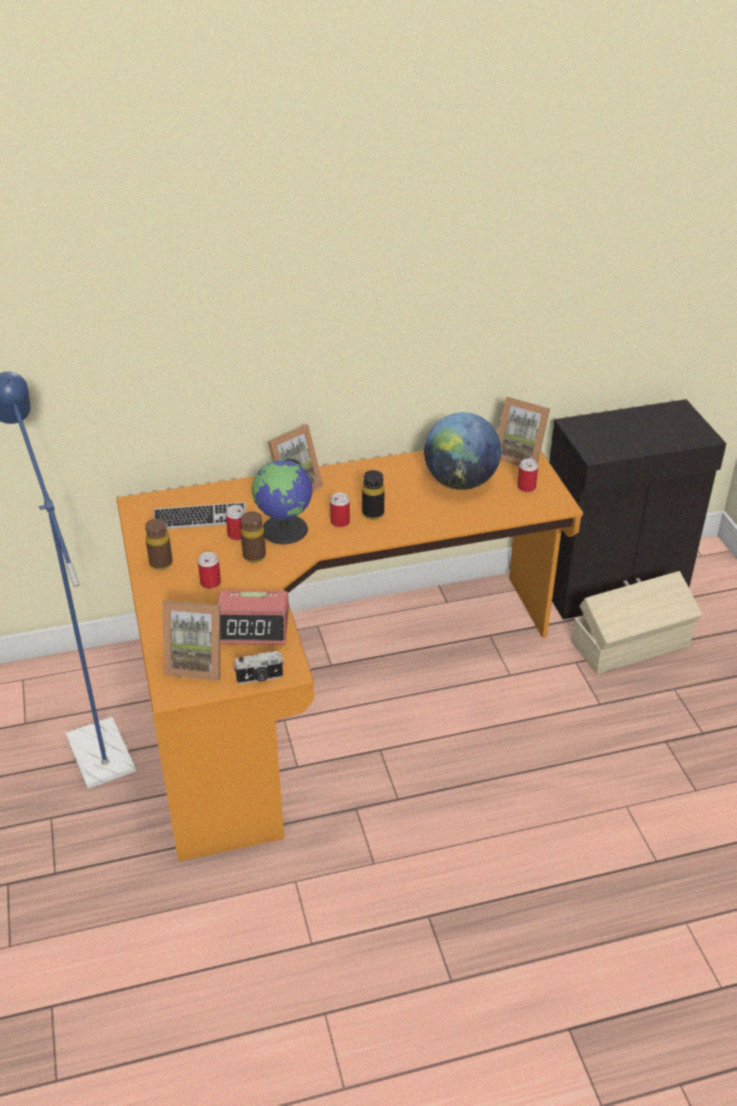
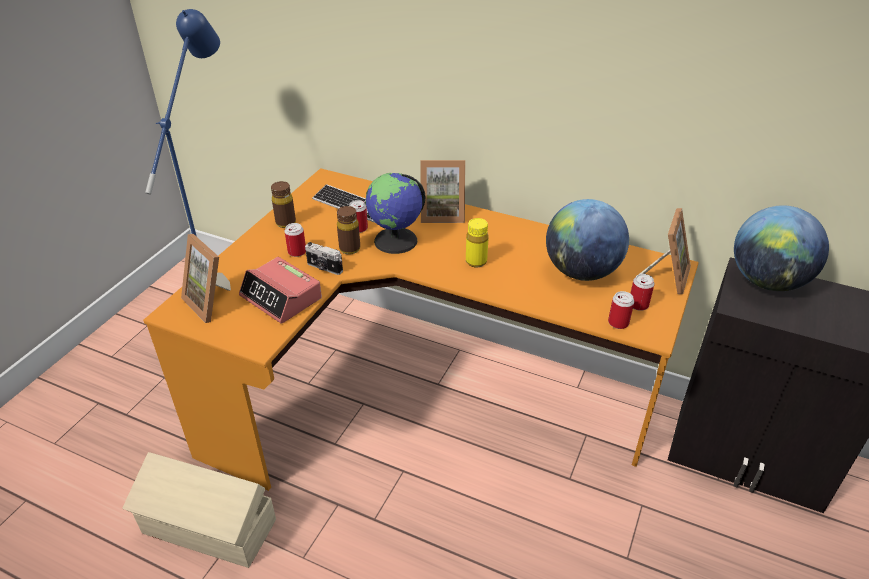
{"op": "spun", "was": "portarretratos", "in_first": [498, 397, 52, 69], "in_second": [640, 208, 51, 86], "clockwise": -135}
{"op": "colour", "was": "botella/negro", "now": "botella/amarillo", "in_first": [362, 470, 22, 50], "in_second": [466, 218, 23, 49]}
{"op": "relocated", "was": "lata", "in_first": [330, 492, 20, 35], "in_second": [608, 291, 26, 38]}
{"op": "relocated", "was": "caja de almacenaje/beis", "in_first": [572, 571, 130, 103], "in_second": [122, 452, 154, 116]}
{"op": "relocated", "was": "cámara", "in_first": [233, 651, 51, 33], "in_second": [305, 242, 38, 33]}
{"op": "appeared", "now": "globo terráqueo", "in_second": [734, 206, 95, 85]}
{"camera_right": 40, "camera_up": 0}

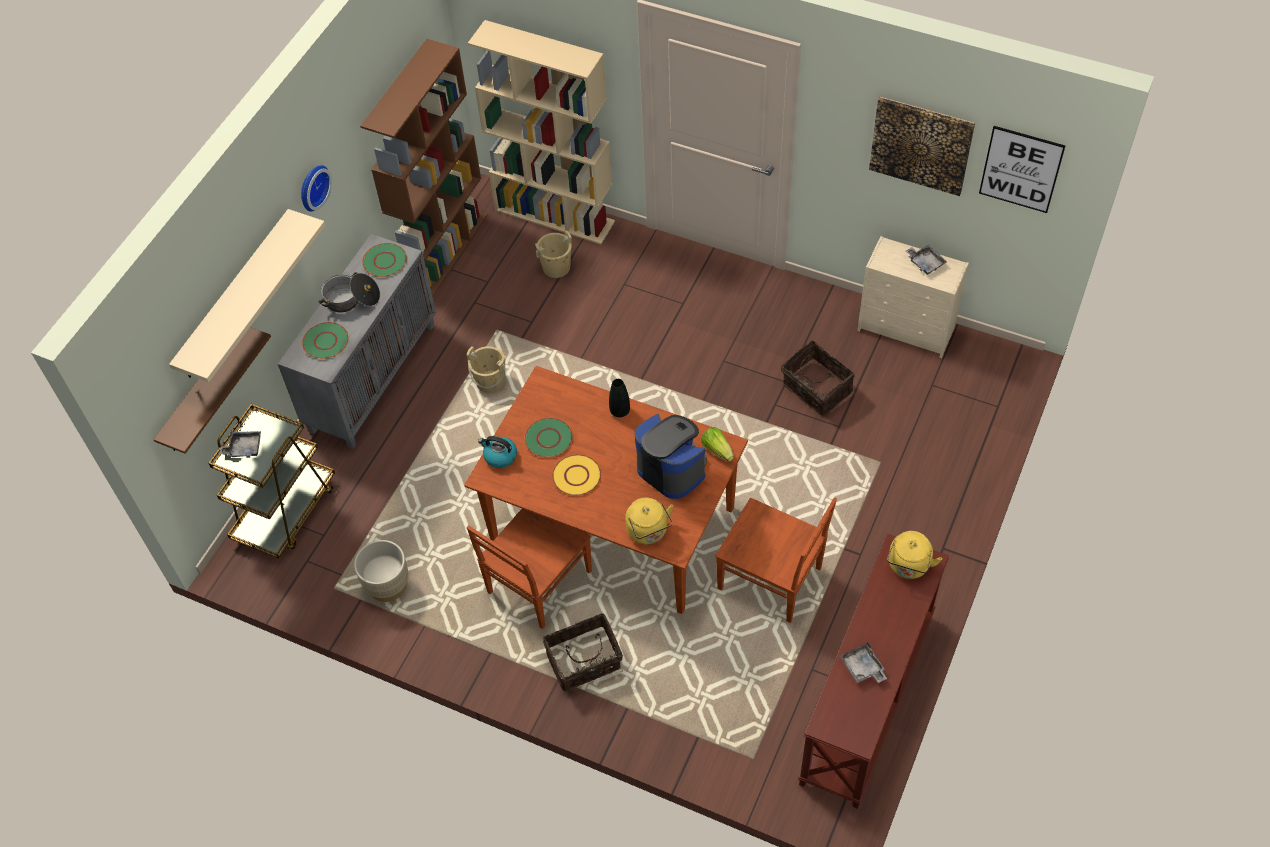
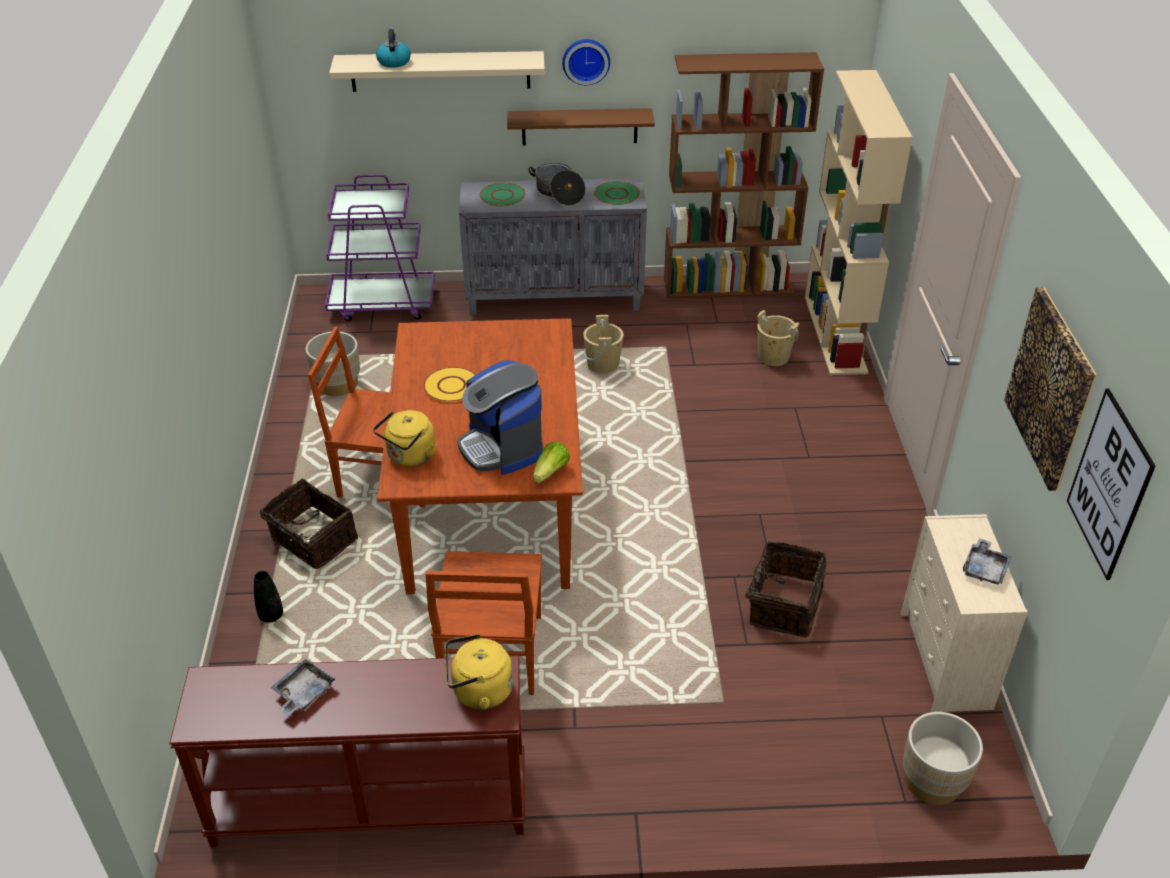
{"op": "relocated", "was": "estante/marrón", "in_first": [153, 327, 118, 127], "in_second": [507, 108, 148, 38]}
{"op": "relocated", "was": "florero/negro", "in_first": [609, 379, 21, 38], "in_second": [254, 571, 29, 52]}
{"op": "colour", "was": "carrito/marrón", "now": "carrito/morado", "in_first": [209, 404, 126, 155], "in_second": [325, 175, 110, 147]}
{"op": "spun", "was": "cafetera", "in_first": [635, 414, 72, 85], "in_second": [457, 360, 86, 115], "clockwise": 135}
{"op": "missing", "was": "plato/verde", "in_first": [524, 418, 49, 40]}
{"op": "missing", "was": "bandeja/gris", "in_first": [219, 431, 42, 27]}
{"op": "relocated", "was": "hervidor", "in_first": [478, 436, 39, 32], "in_second": [376, 29, 35, 39]}
{"op": "appeared", "now": "maceta/beis", "in_second": [903, 712, 80, 93]}
{"camera_right": 60, "camera_up": -15}

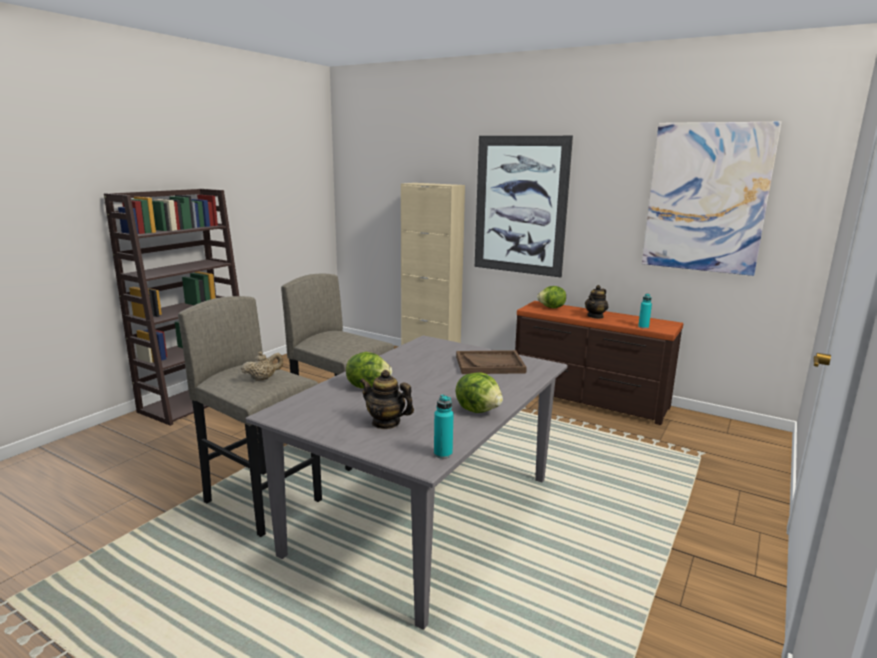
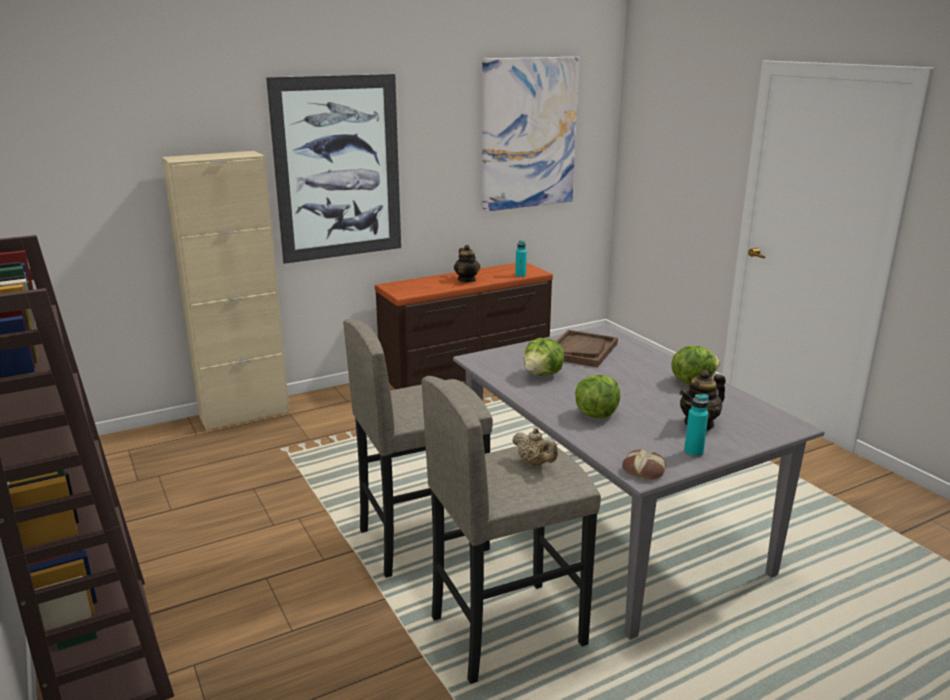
{"op": "relocated", "was": "lechuga", "in_first": [537, 286, 29, 22], "in_second": [524, 338, 40, 38]}
{"op": "spun", "was": "tetera/beis", "in_first": [241, 351, 42, 30], "in_second": [512, 427, 46, 39], "clockwise": 135}
{"op": "relocated", "was": "botella/turquesa", "in_first": [434, 395, 20, 64], "in_second": [684, 394, 25, 63]}
{"op": "appeared", "now": "pan", "in_second": [622, 450, 44, 30]}
{"camera_right": -60, "camera_up": 5}

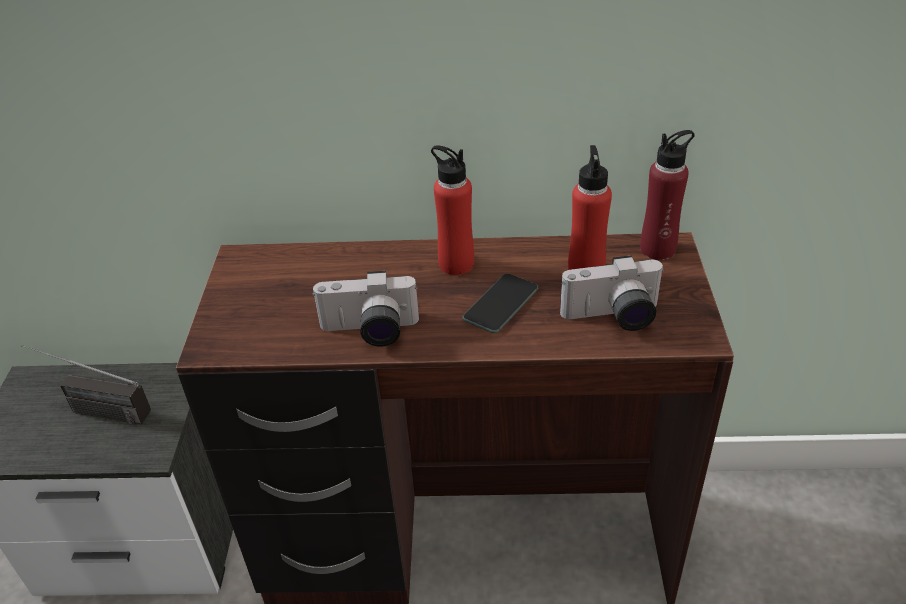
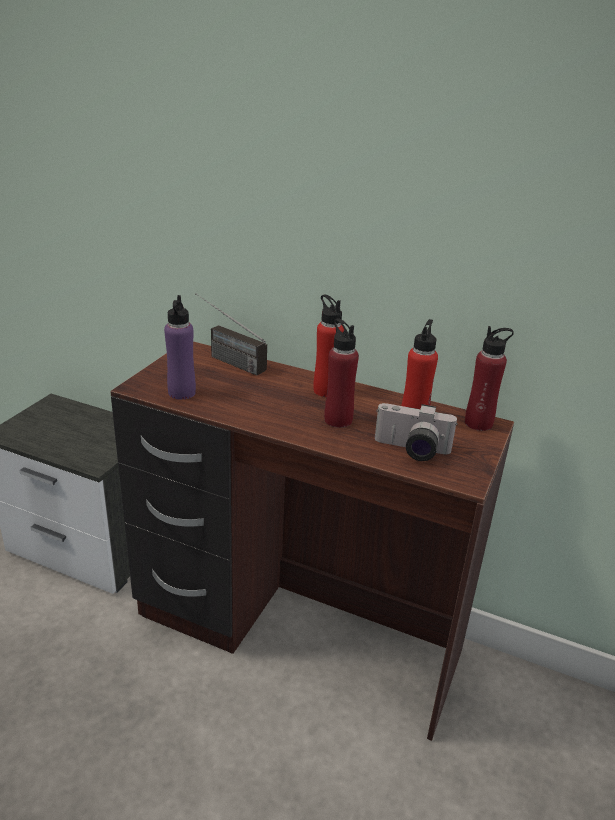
{"op": "missing", "was": "cámara", "in_first": [312, 271, 107, 75]}
{"op": "exchanged", "was": "móvil", "now": "botella/rojo", "in_first": [462, 274, 76, 59], "in_second": [324, 318, 35, 110]}
{"op": "relocated", "was": "radio", "in_first": [21, 345, 130, 80], "in_second": [195, 293, 72, 83]}
{"op": "appeared", "now": "botella/morado", "in_second": [164, 295, 32, 105]}
{"camera_right": 20, "camera_up": -10}

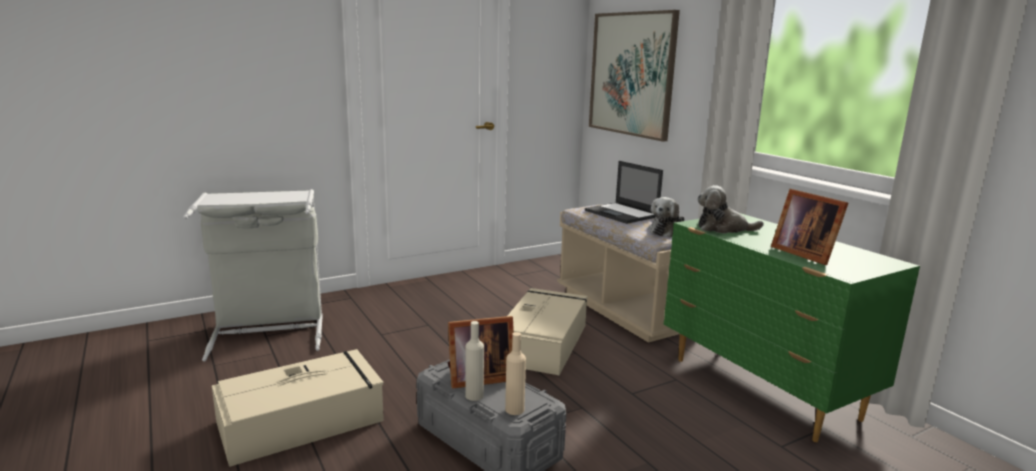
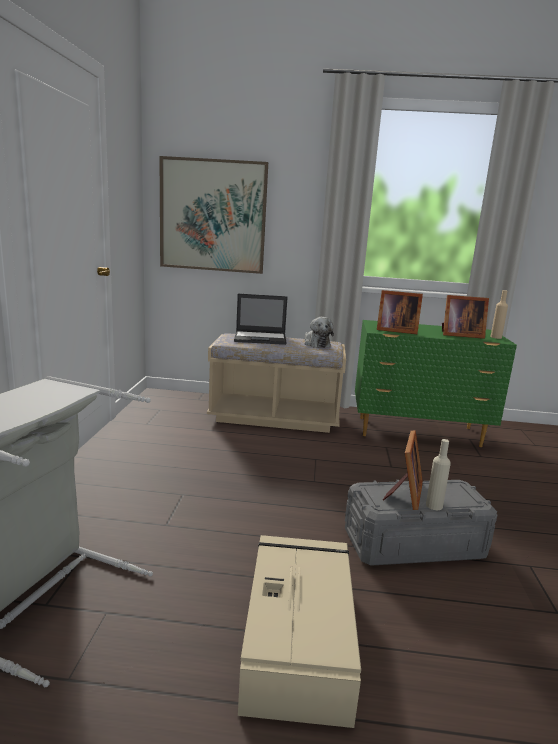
{"op": "exchanged", "was": "peluche", "now": "portarretratos", "in_first": [697, 185, 67, 49], "in_second": [377, 290, 46, 44]}
{"op": "missing", "was": "caja de almacenaje/beis", "in_first": [507, 288, 81, 87]}
{"op": "relocated", "was": "botella/beis", "in_first": [505, 332, 21, 83], "in_second": [490, 290, 18, 49]}
{"camera_right": -55, "camera_up": 0}

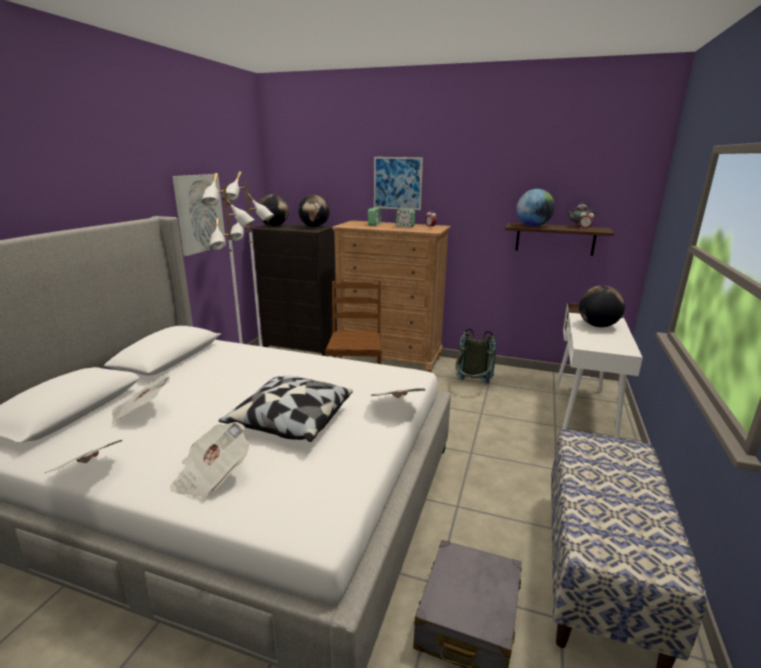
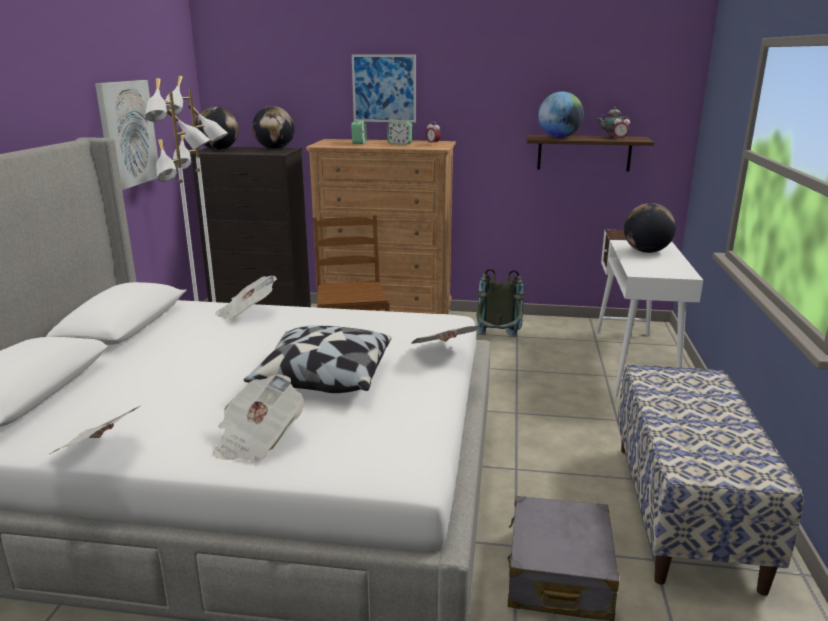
{"op": "relocated", "was": "periódico", "in_first": [112, 375, 58, 48], "in_second": [215, 276, 62, 44]}
{"camera_right": -10, "camera_up": 0}

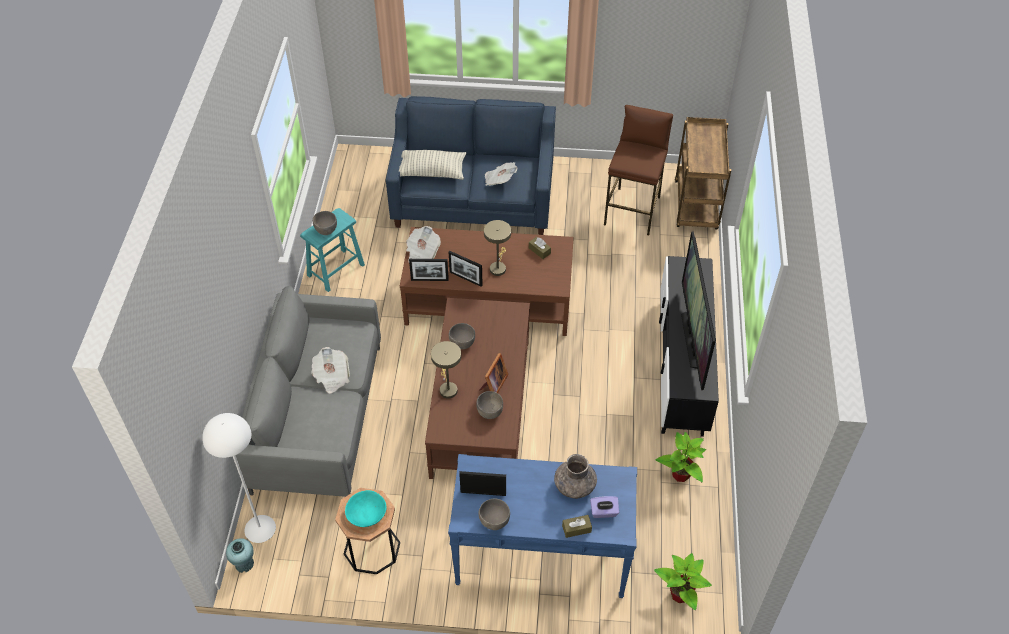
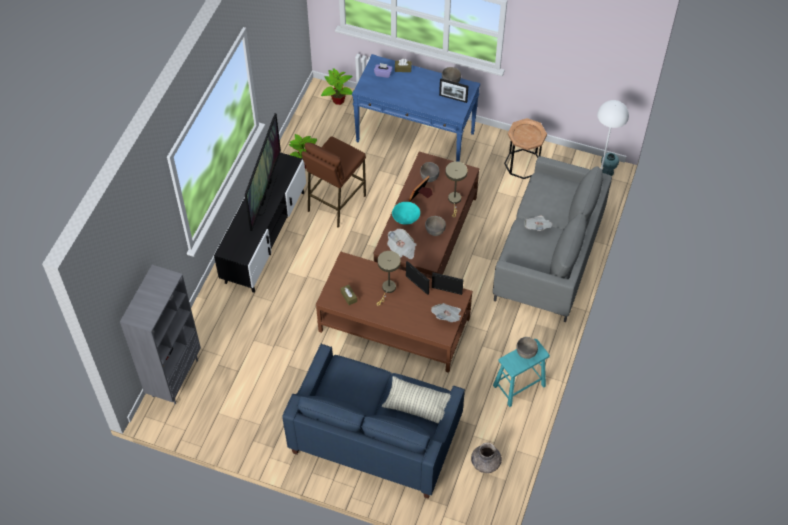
{"op": "relocated", "was": "taburete/marrón", "in_first": [604, 105, 69, 130], "in_second": [301, 136, 65, 92]}
{"op": "exchanged", "was": "carrito/marrón", "now": "estantería/gris", "in_first": [675, 117, 56, 112], "in_second": [120, 265, 81, 139]}
{"op": "relocated", "was": "periódico", "in_first": [485, 162, 32, 24], "in_second": [387, 229, 29, 30]}
{"op": "relocated", "was": "florero/gris", "in_first": [554, 454, 43, 45], "in_second": [471, 443, 31, 30]}
{"op": "relocated", "was": "cuenco/turquesa", "in_first": [345, 490, 41, 37], "in_second": [392, 202, 28, 23]}
{"camera_right": -165, "camera_up": 5}

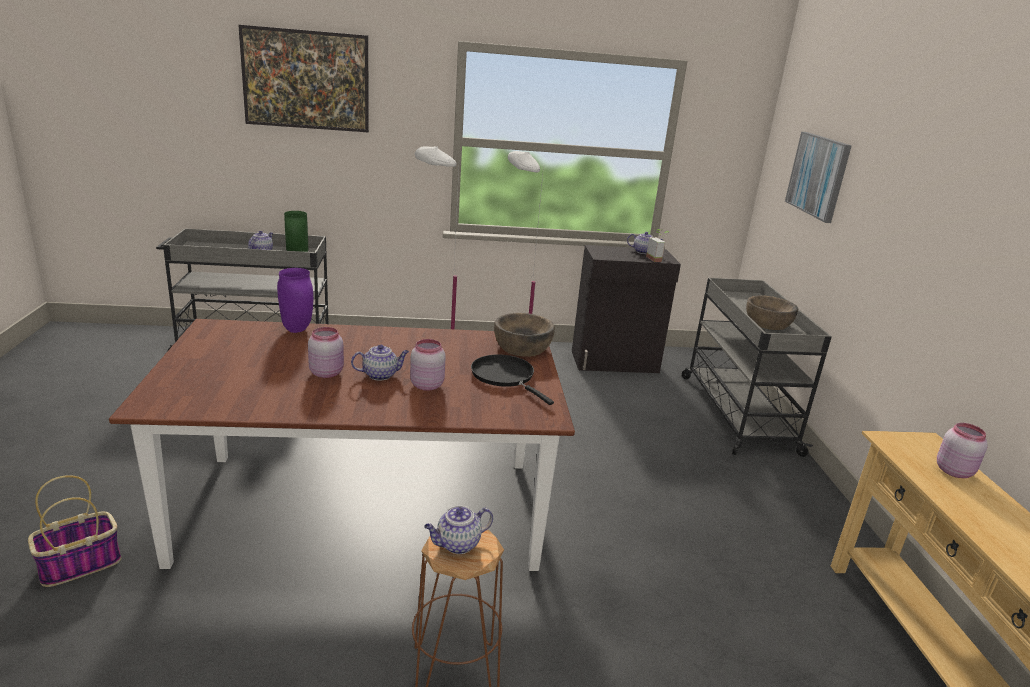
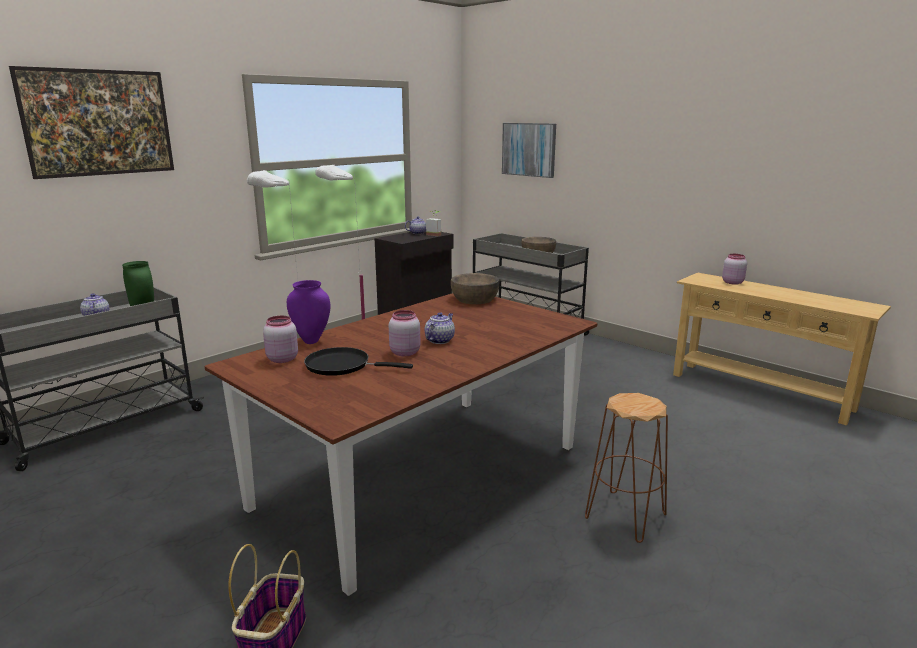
{"op": "relocated", "was": "tarro/rosa", "in_first": [410, 339, 36, 52], "in_second": [263, 316, 35, 47]}
{"op": "relocated", "was": "sartén/negro", "in_first": [471, 354, 83, 51], "in_second": [304, 347, 109, 29]}
{"op": "missing", "was": "tetera", "in_first": [424, 506, 69, 48]}
{"camera_right": -40, "camera_up": -5}

